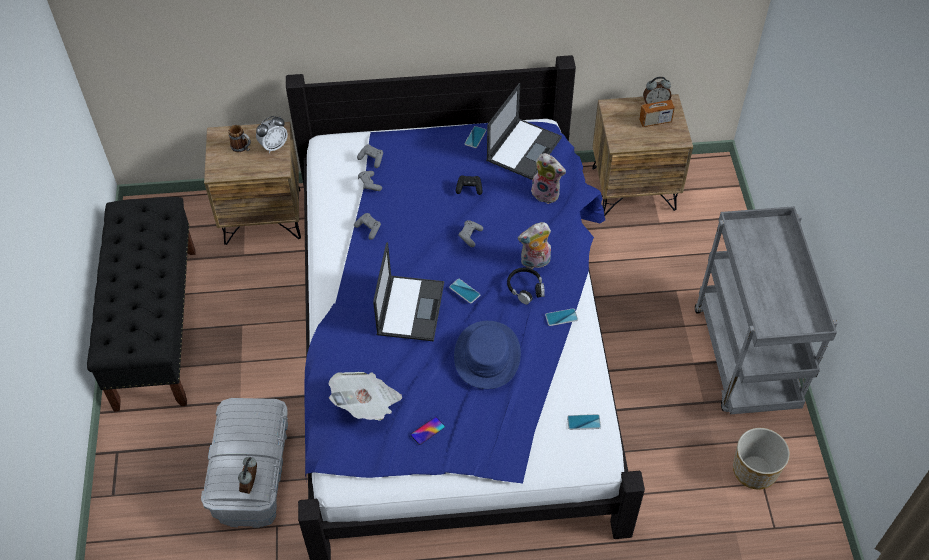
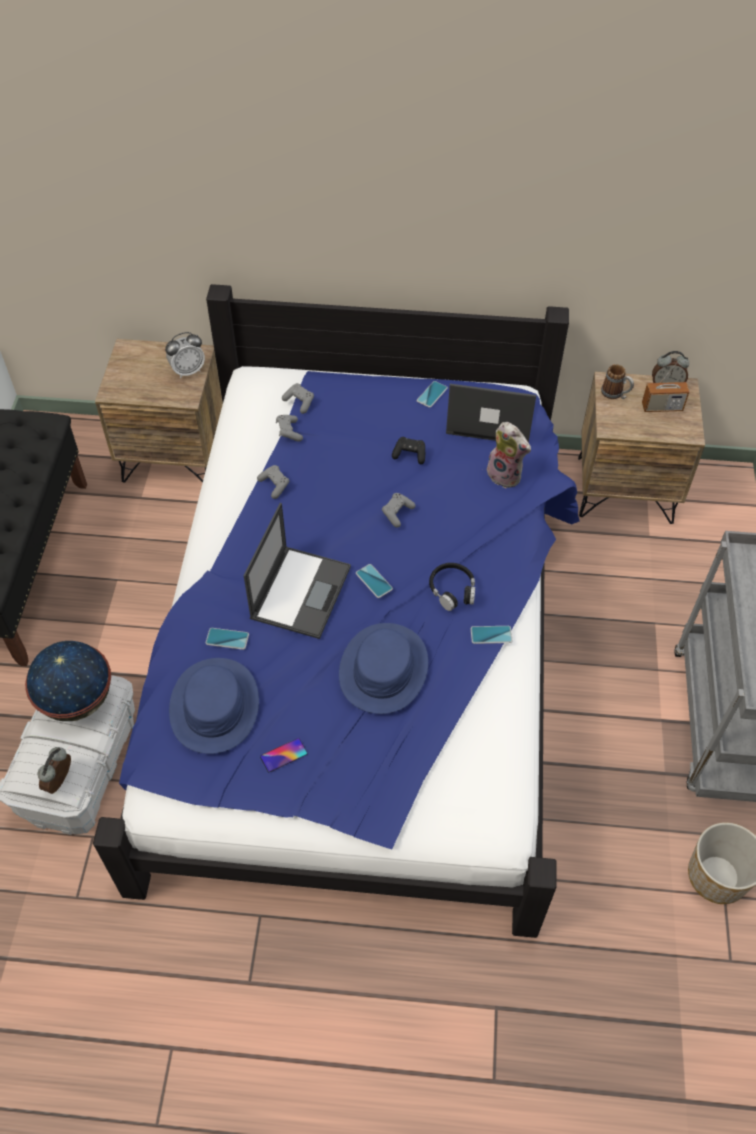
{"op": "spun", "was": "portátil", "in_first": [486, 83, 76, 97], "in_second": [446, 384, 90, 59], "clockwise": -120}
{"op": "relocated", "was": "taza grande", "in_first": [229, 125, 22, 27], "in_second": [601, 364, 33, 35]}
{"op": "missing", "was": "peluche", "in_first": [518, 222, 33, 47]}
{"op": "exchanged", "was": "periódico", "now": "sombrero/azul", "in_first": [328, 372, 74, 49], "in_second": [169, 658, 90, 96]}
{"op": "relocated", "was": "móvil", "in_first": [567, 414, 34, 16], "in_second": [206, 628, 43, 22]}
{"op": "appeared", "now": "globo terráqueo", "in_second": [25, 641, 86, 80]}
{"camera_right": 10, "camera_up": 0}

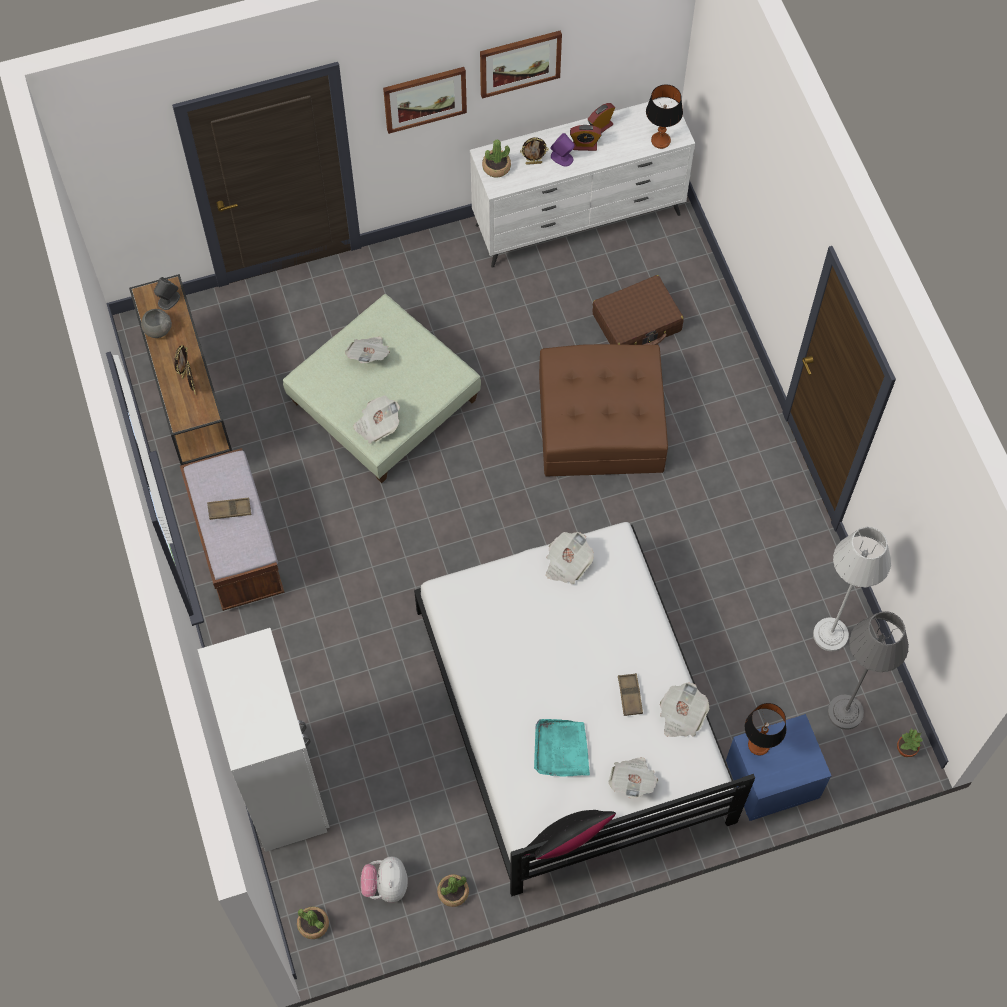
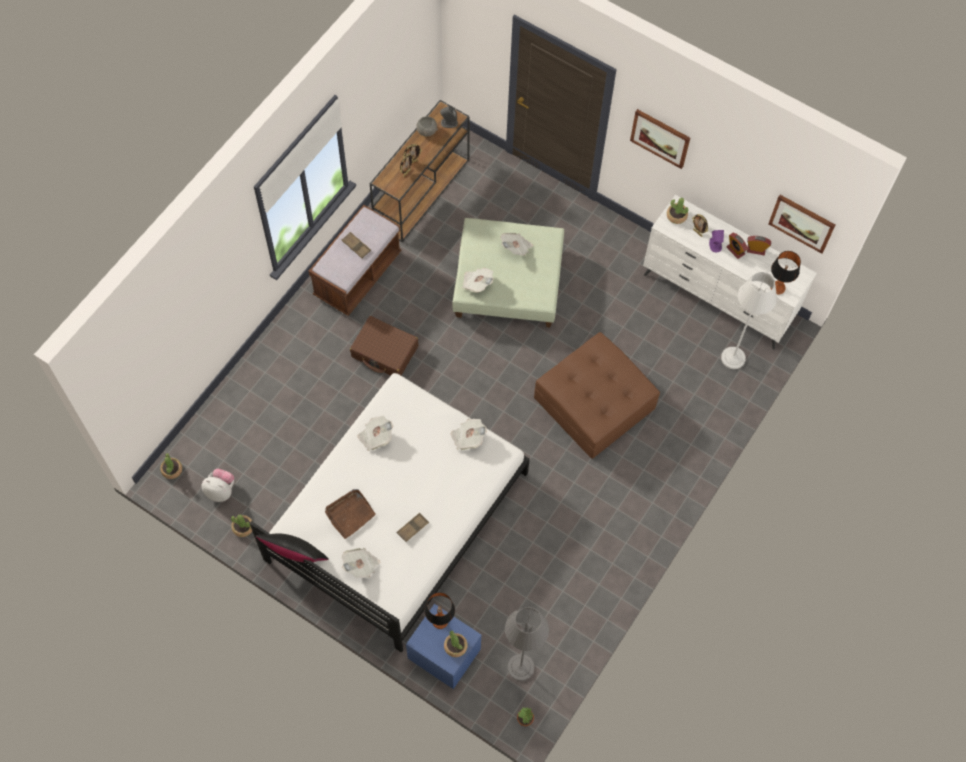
{"op": "relocated", "was": "cuadro", "in_first": [480, 31, 82, 68], "in_second": [768, 195, 67, 59]}
{"op": "relocated", "was": "maleta/marrón", "in_first": [593, 275, 91, 70], "in_second": [350, 316, 68, 60]}
{"op": "relocated", "was": "lámpara de pie/gris", "in_first": [813, 527, 78, 124], "in_second": [721, 272, 56, 97]}
{"op": "missing", "was": "armario ropero/blanco", "in_first": [198, 628, 132, 224]}
{"op": "relocated", "was": "periódico", "in_first": [660, 682, 49, 55], "in_second": [357, 415, 36, 36]}
{"op": "colour", "was": "bandeja/turquesa", "now": "bandeja/marrón", "in_first": [534, 719, 56, 57], "in_second": [325, 489, 51, 50]}
{"op": "spun", "was": "peluche", "in_first": [361, 857, 47, 46], "in_second": [201, 469, 33, 33], "clockwise": 60}
{"op": "appeared", "now": "planta en maceta", "in_second": [444, 631, 24, 26]}
{"camera_right": 50, "camera_up": 0}

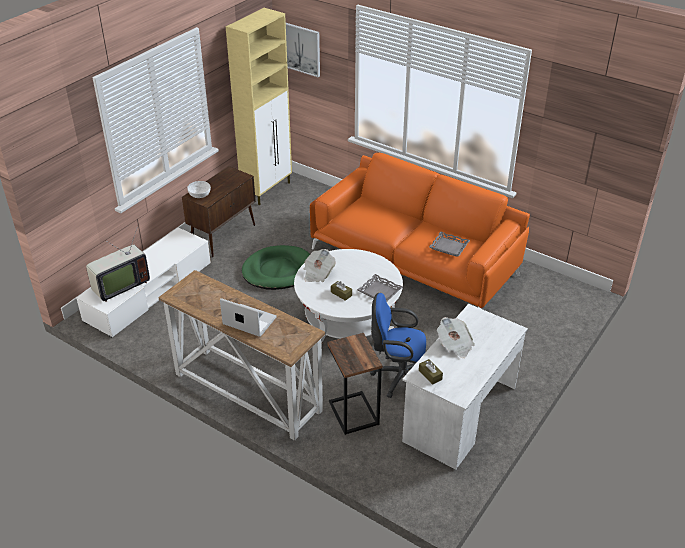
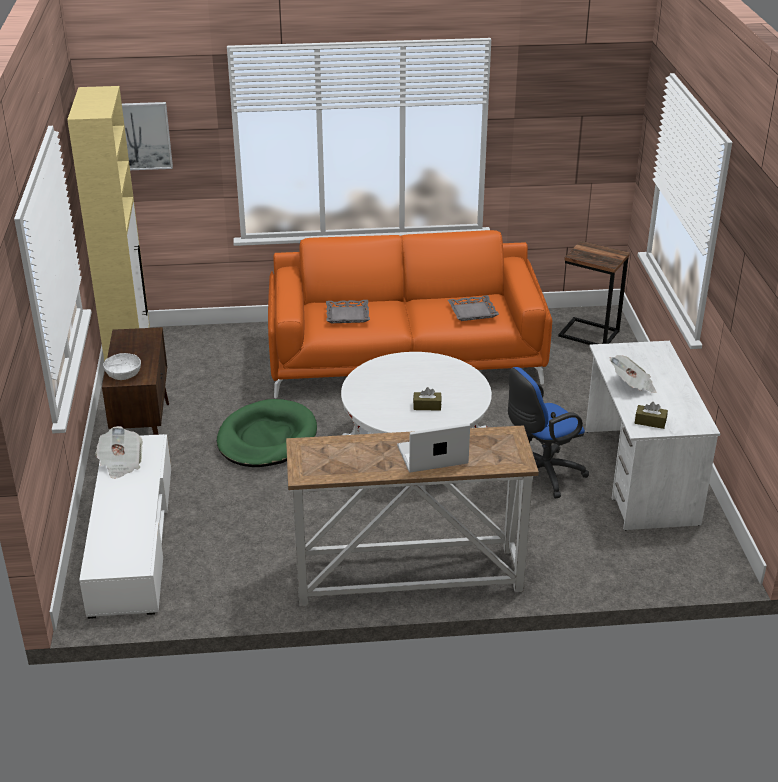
{"op": "missing", "was": "televisor", "in_first": [86, 226, 64, 76]}
{"op": "relocated", "was": "periódico", "in_first": [304, 249, 31, 33], "in_second": [95, 426, 48, 53]}
{"op": "relocated", "was": "bandeja/gris", "in_first": [357, 274, 46, 28], "in_second": [326, 300, 44, 23]}
{"op": "relocated", "was": "mesa auxiliar", "in_first": [327, 333, 55, 102], "in_second": [558, 241, 72, 104]}
{"camera_right": -40, "camera_up": -5}

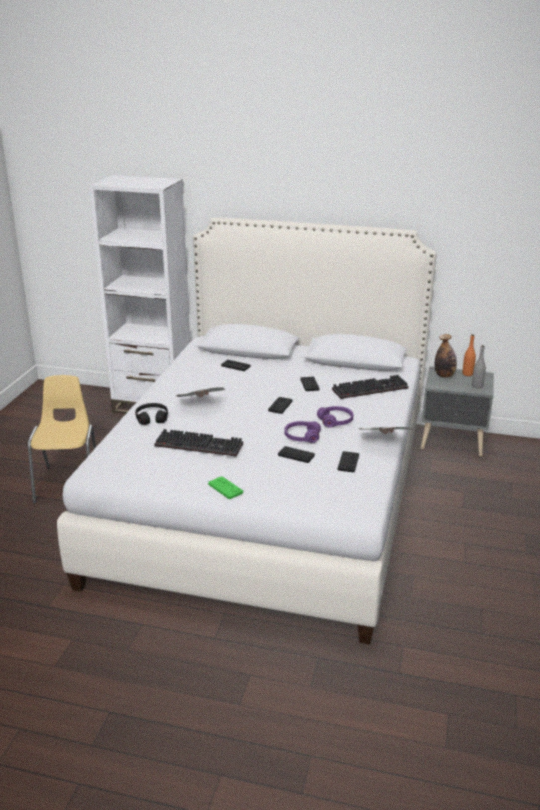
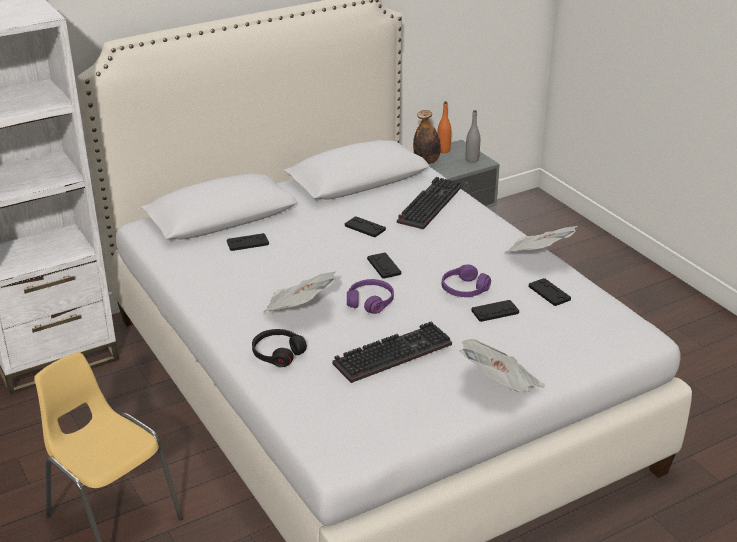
{"op": "relocated", "was": "auriculares/morado", "in_first": [317, 406, 37, 21], "in_second": [347, 279, 47, 35]}
{"op": "exchanged", "was": "mando de consola/verde", "now": "periódico", "in_first": [208, 476, 35, 23], "in_second": [460, 339, 85, 53]}
{"camera_right": -45, "camera_up": 5}

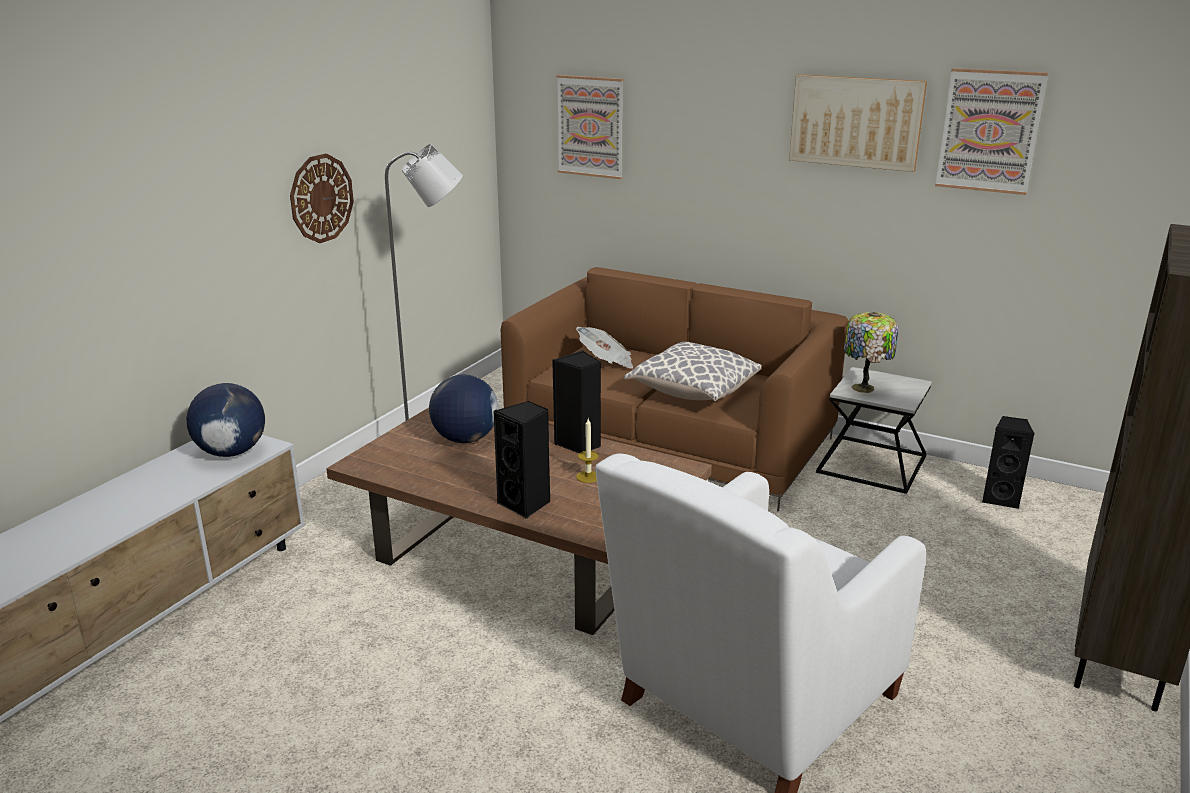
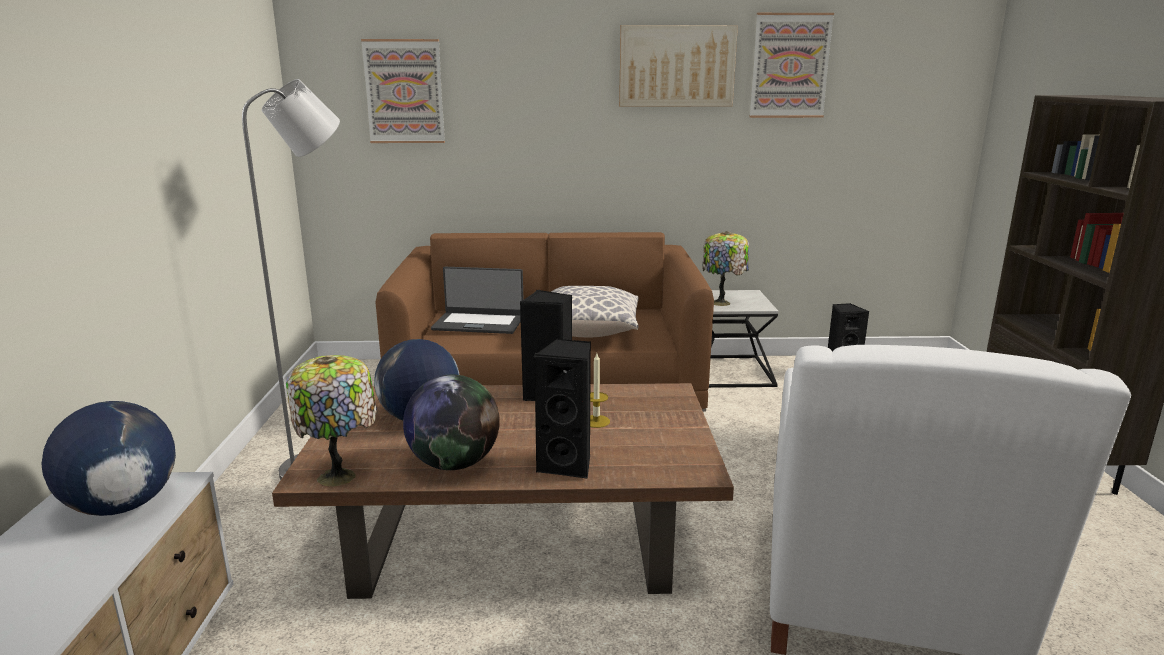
{"op": "missing", "was": "reloj de pared", "in_first": [290, 153, 64, 90]}
{"op": "exchanged", "was": "periódico", "now": "portátil", "in_first": [576, 327, 57, 42], "in_second": [431, 267, 92, 67]}
{"op": "appeared", "now": "lámpara de mesa", "in_second": [286, 355, 91, 132]}
{"op": "appeared", "now": "globo terráqueo", "in_second": [403, 375, 97, 95]}
{"camera_right": -30, "camera_up": -5}

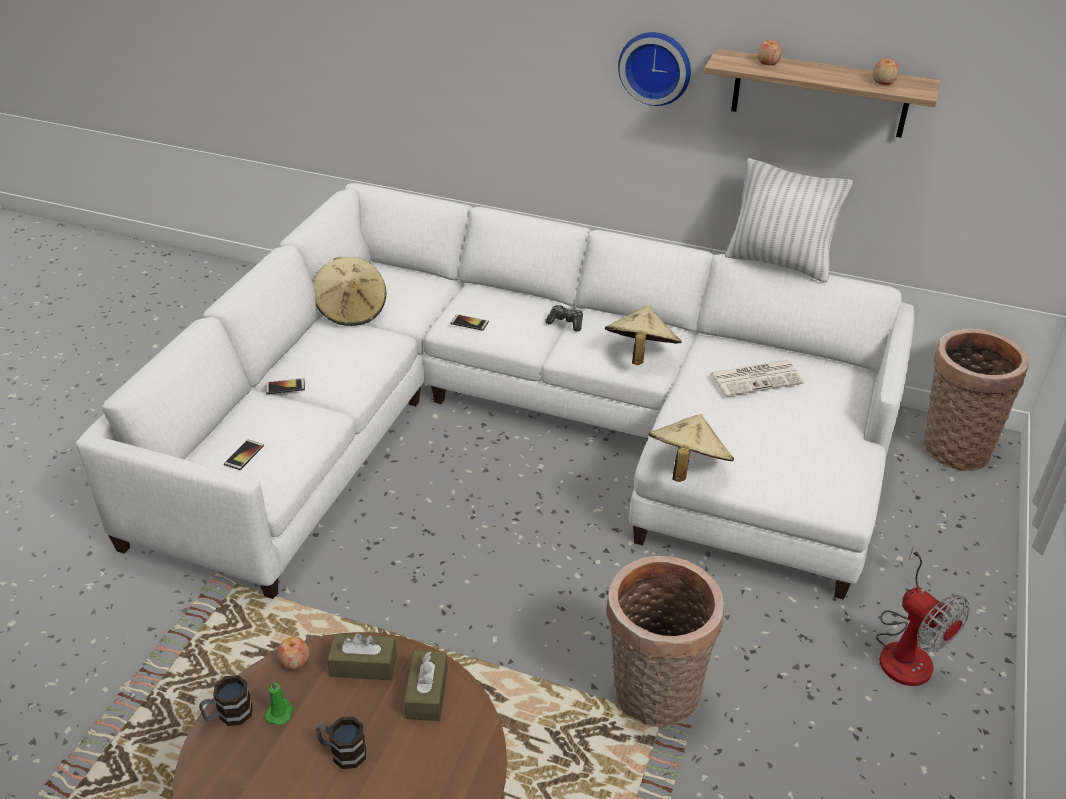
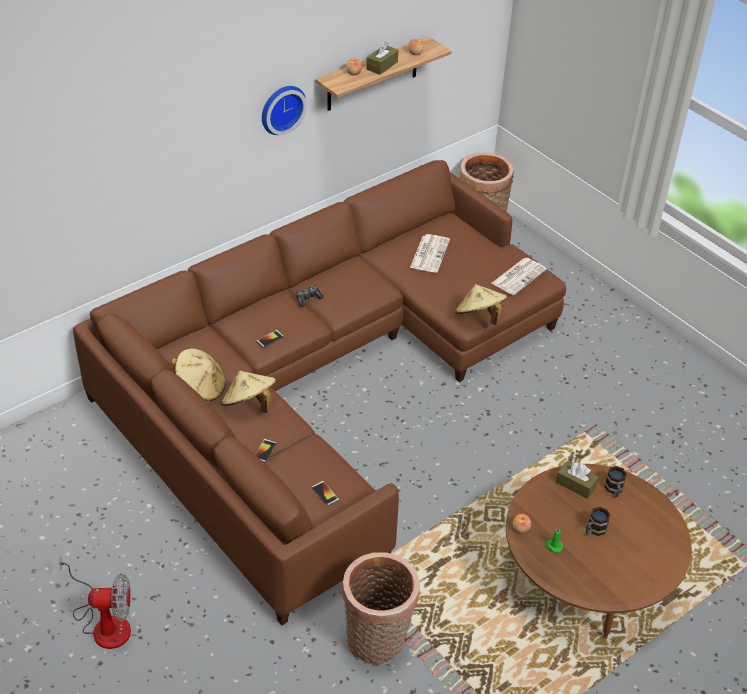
{"op": "missing", "was": "cojín/blanco", "in_first": [725, 158, 128, 124]}
{"op": "colour", "was": "sofá/blanco", "now": "sofá/marrón", "in_first": [76, 183, 838, 417], "in_second": [73, 160, 493, 465]}
{"op": "relocated", "was": "sombrero/beis", "in_first": [605, 306, 77, 59], "in_second": [221, 371, 55, 42]}
{"op": "relocated", "was": "ventilador", "in_first": [876, 542, 94, 144], "in_second": [59, 555, 72, 94]}
{"op": "relocated", "was": "cesta", "in_first": [606, 556, 118, 172], "in_second": [342, 552, 78, 113]}
{"op": "relocated", "was": "caja de pañuelos/marrón", "in_first": [327, 633, 70, 47], "in_second": [366, 41, 32, 34]}
{"op": "relocated", "was": "taza grande", "in_first": [199, 675, 54, 51], "in_second": [604, 466, 23, 31]}
{"op": "appeared", "now": "periódico", "in_second": [492, 258, 55, 37]}
{"camera_right": -60, "camera_up": 5}

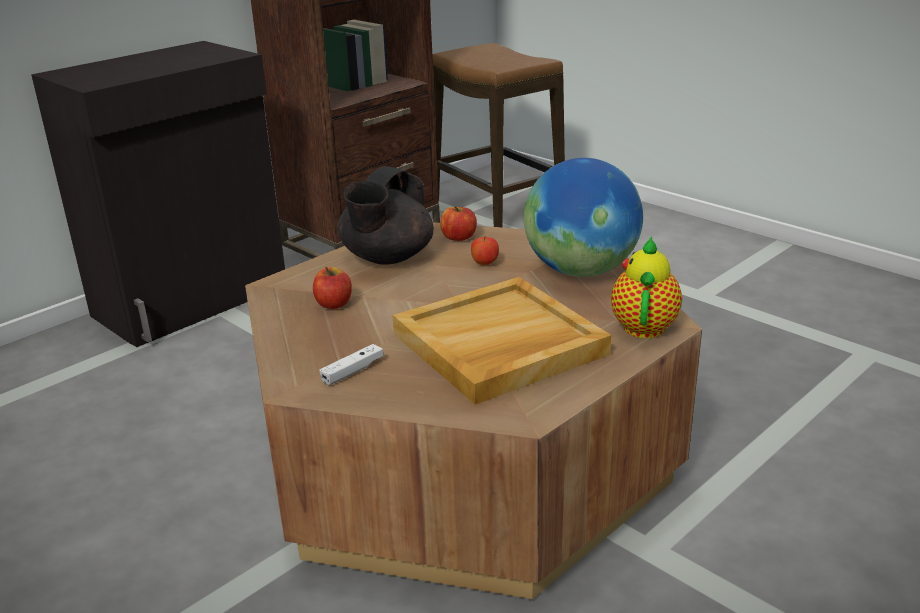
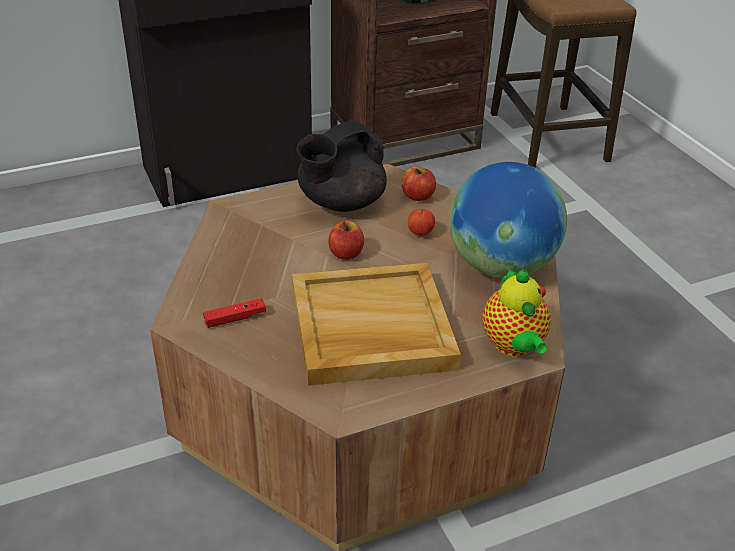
{"op": "spun", "was": "tetera", "in_first": [611, 236, 71, 102], "in_second": [482, 269, 69, 88], "clockwise": 135}
{"op": "relocated", "was": "manzana", "in_first": [313, 267, 39, 42], "in_second": [328, 221, 36, 39]}
{"op": "colour", "was": "mando de consola/blanco", "now": "mando de consola/rojo", "in_first": [319, 344, 65, 41], "in_second": [203, 298, 63, 30]}
{"camera_right": 20, "camera_up": 10}

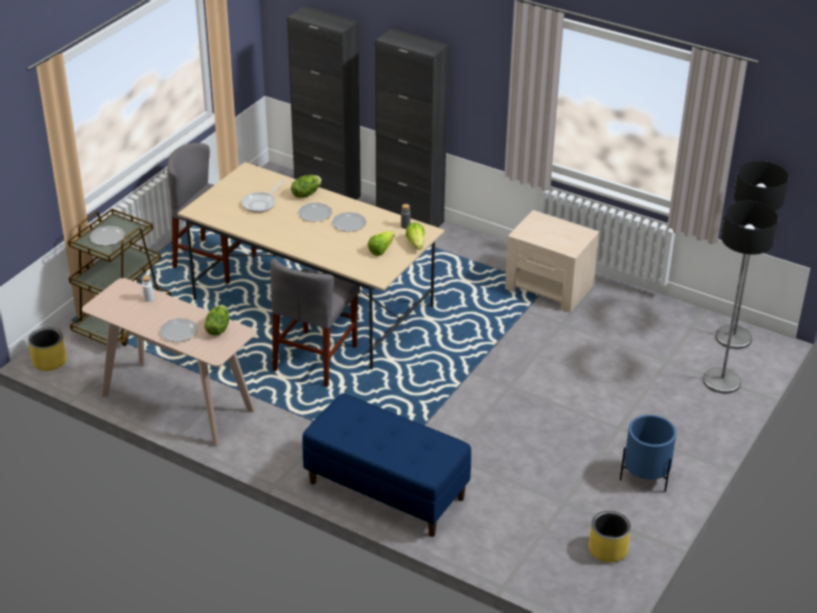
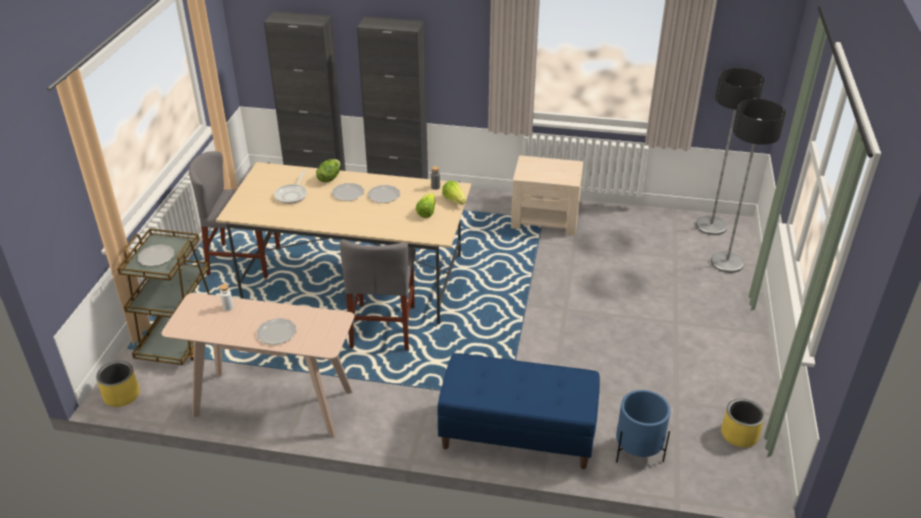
{"op": "missing", "was": "lechuga", "in_first": [204, 305, 25, 30]}
{"op": "relocated", "was": "maceta/azul", "in_first": [620, 415, 56, 77], "in_second": [616, 390, 55, 72]}
{"camera_right": -20, "camera_up": 0}

